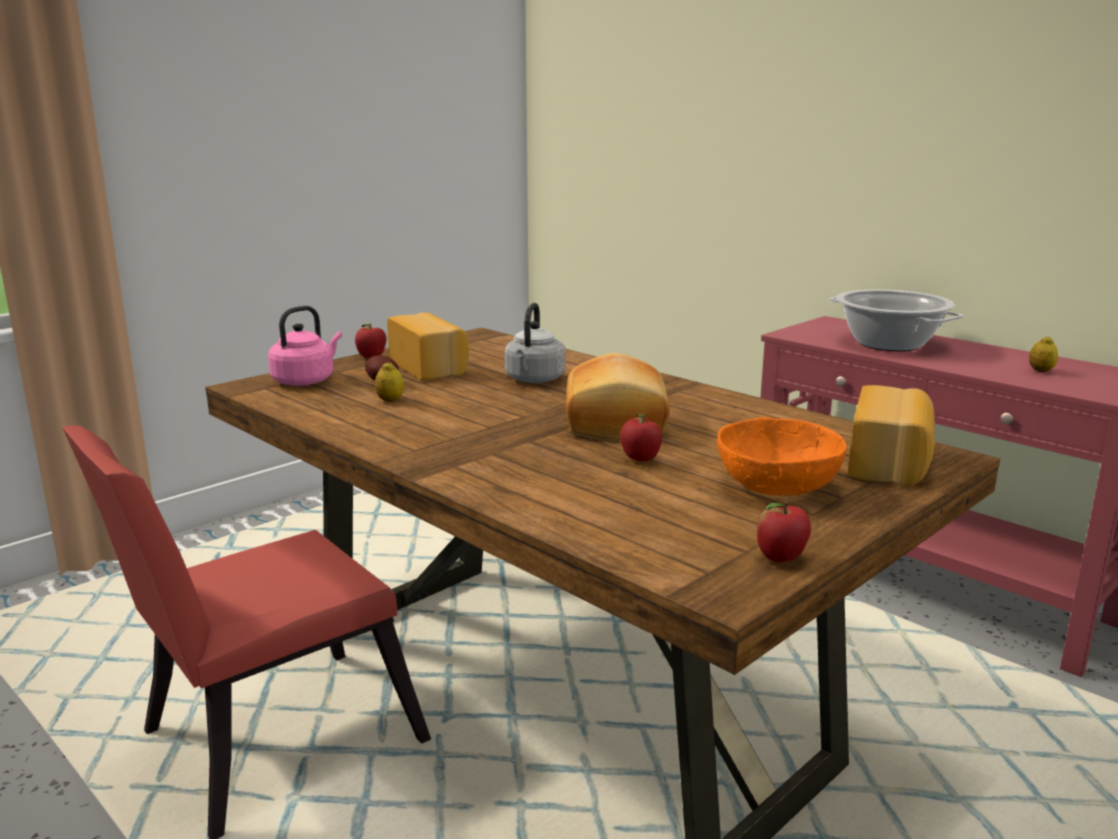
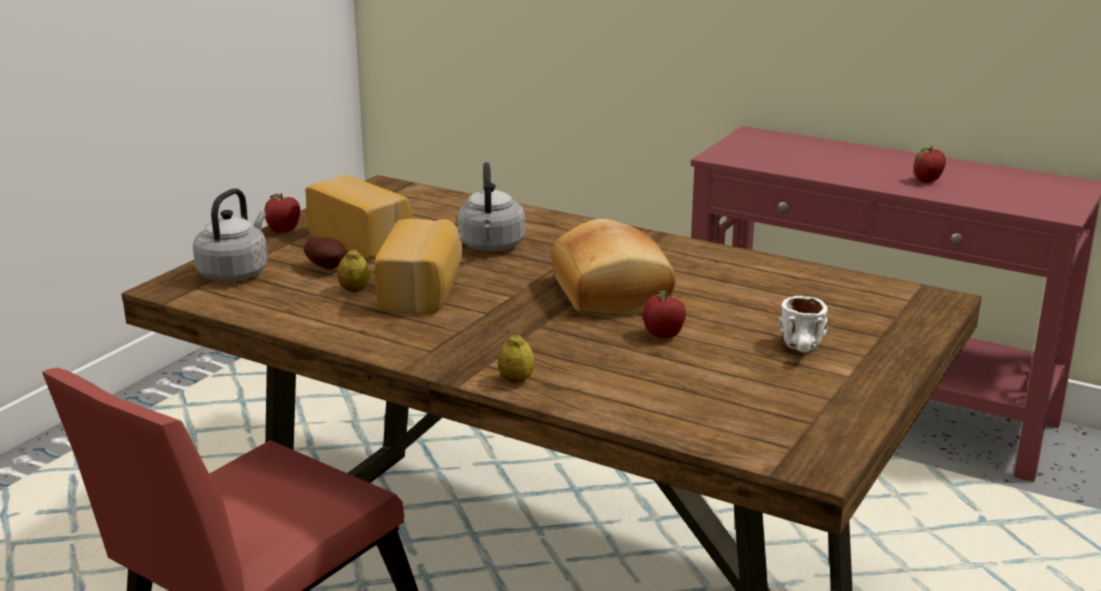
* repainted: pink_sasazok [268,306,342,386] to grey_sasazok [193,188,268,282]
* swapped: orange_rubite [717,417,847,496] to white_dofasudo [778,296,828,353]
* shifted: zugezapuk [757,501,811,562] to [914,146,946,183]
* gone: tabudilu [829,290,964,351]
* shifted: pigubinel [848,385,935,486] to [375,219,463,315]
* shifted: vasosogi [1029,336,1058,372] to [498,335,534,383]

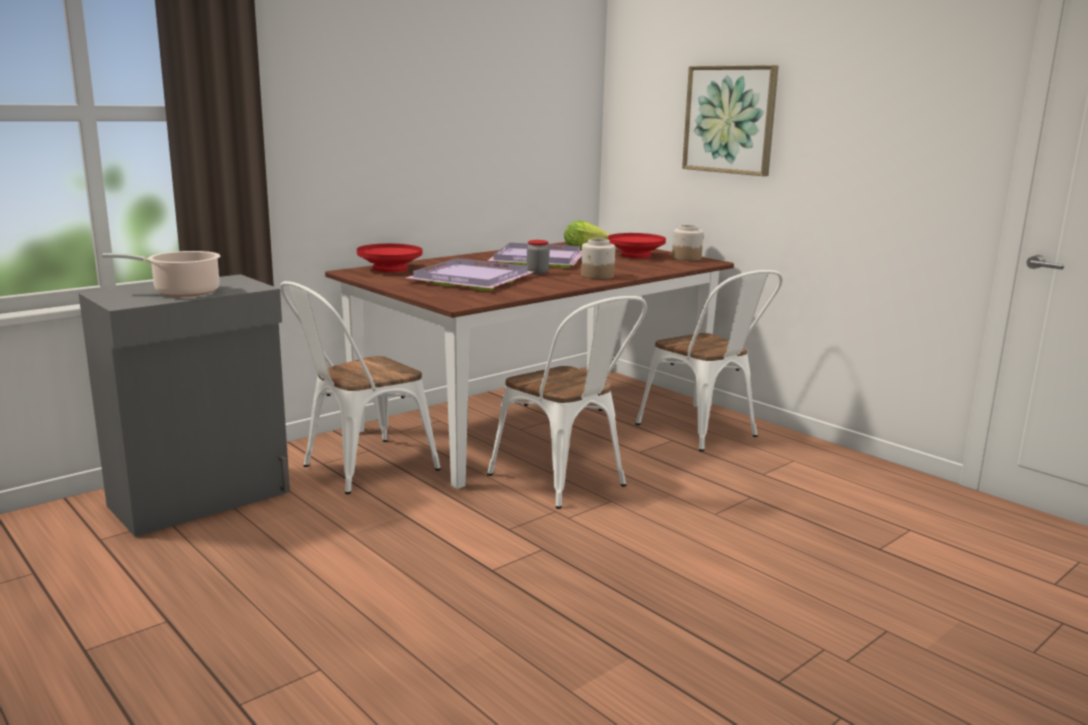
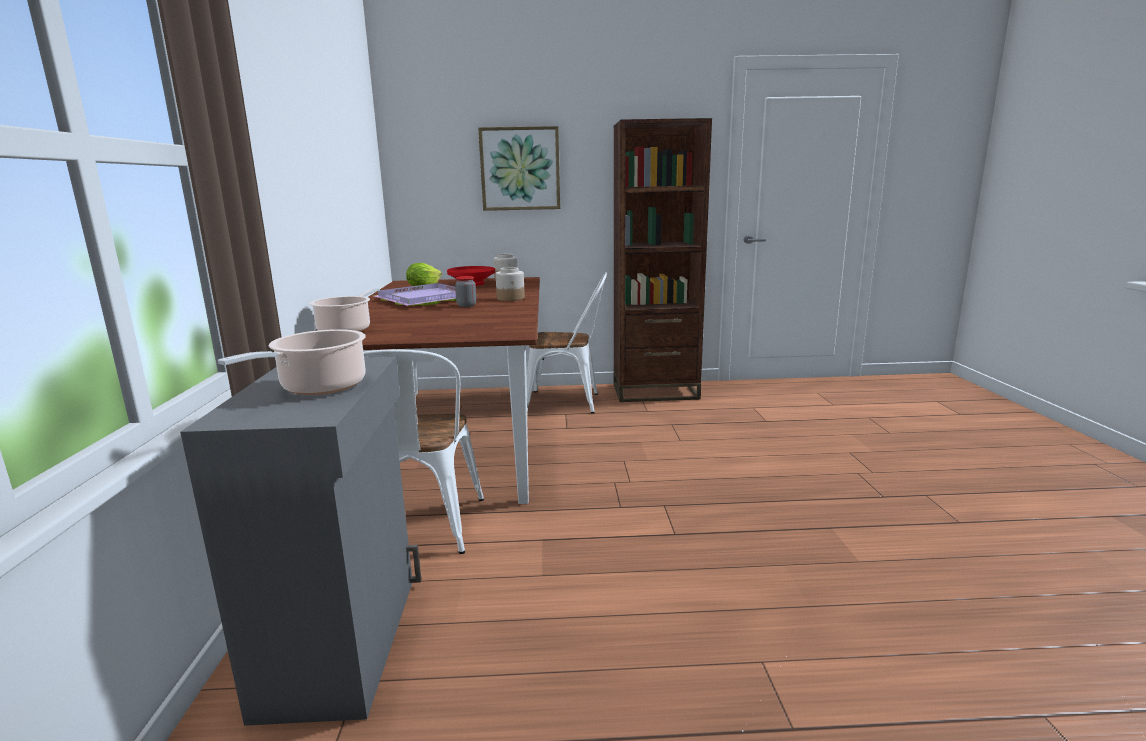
* swapped: red_rubite [357,244,422,273] to tabudilu [310,288,380,332]
* gone: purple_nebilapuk [406,258,533,290]
* gone: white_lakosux [487,296,647,509]
* new: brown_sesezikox [614,118,712,402]

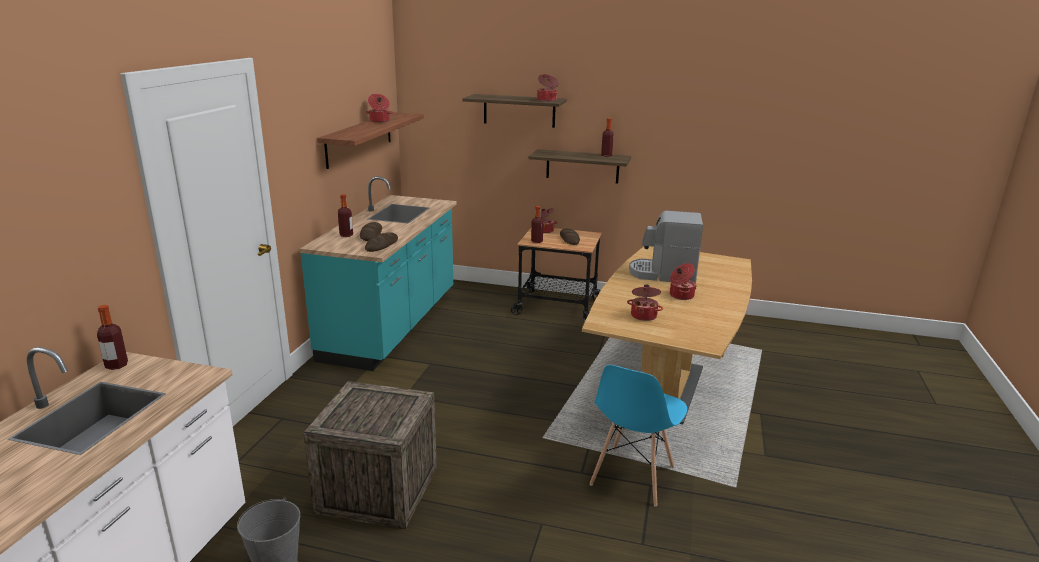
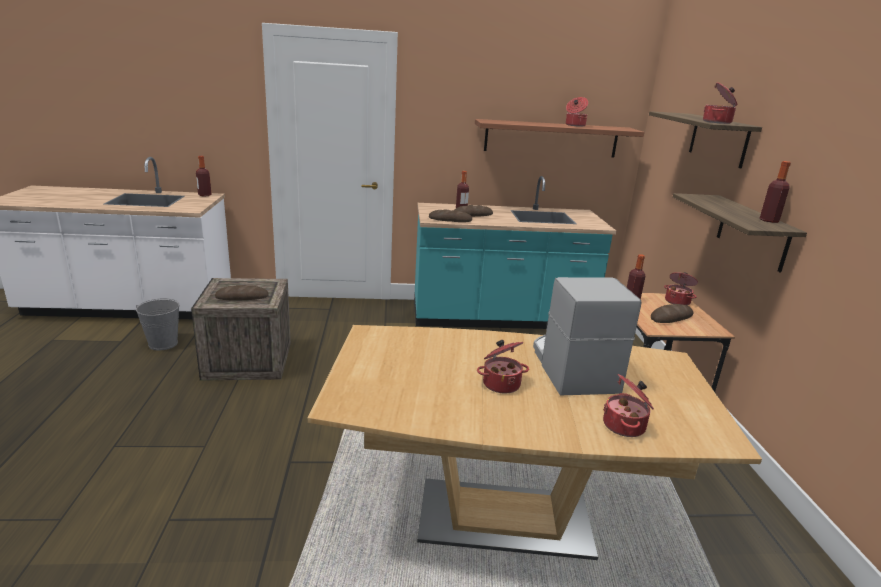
* gone: blue_lakosux [590,365,687,507]
* shifted: tabudilu [627,285,663,321] to [603,374,654,437]
* new: pigubinel [215,285,269,301]

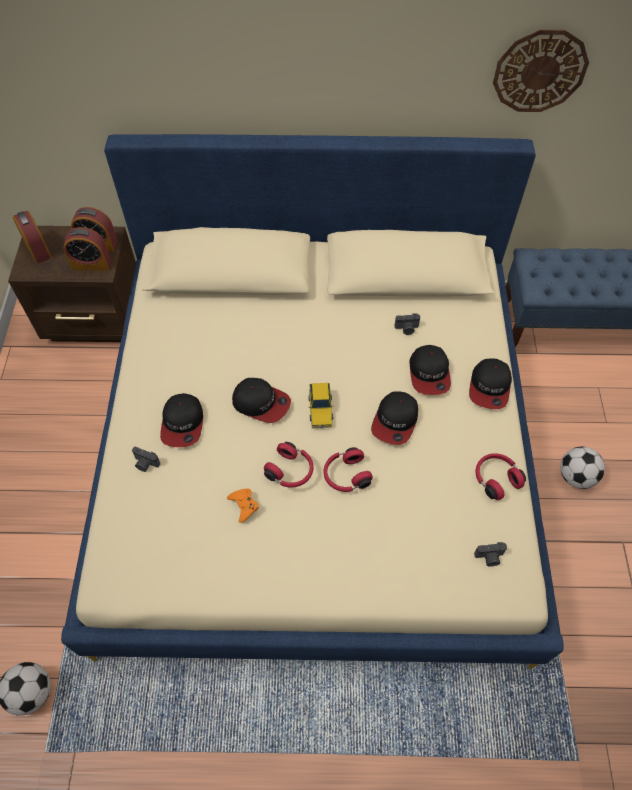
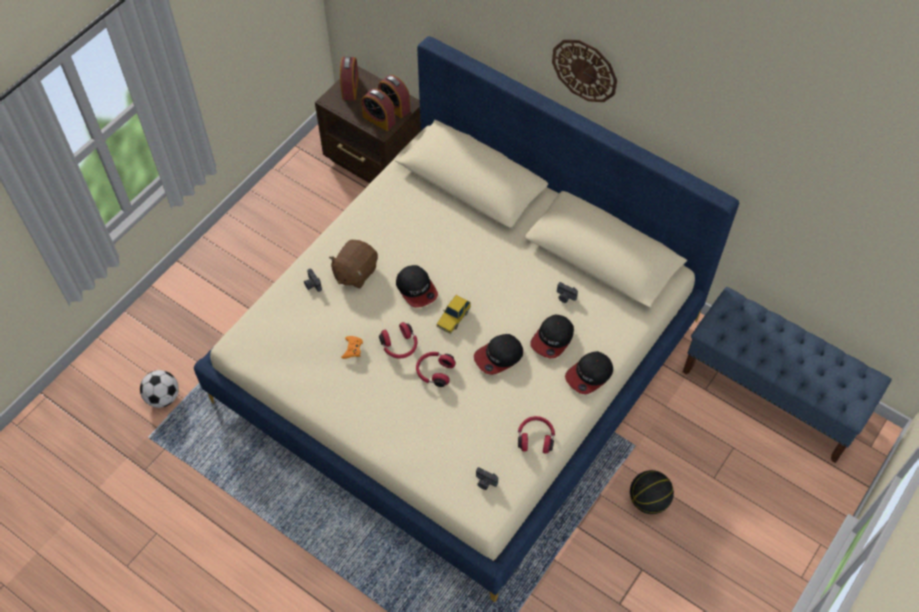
* swapped: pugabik [160,393,203,447] to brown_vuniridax [329,240,378,288]
* shifted: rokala [493,30,589,112] to [552,40,617,102]
* swapped: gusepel [560,447,605,489] to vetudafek [630,470,674,514]

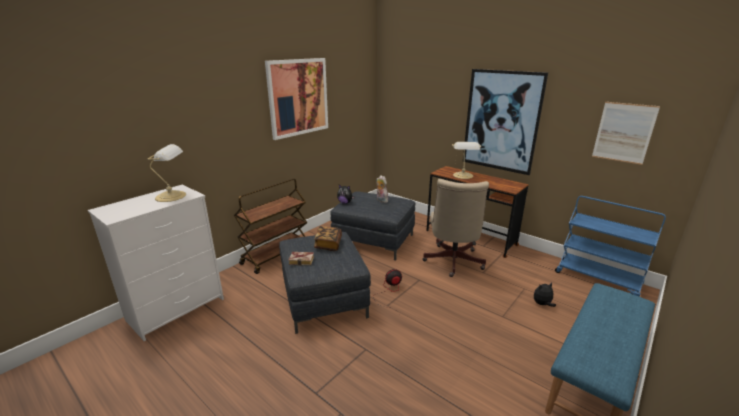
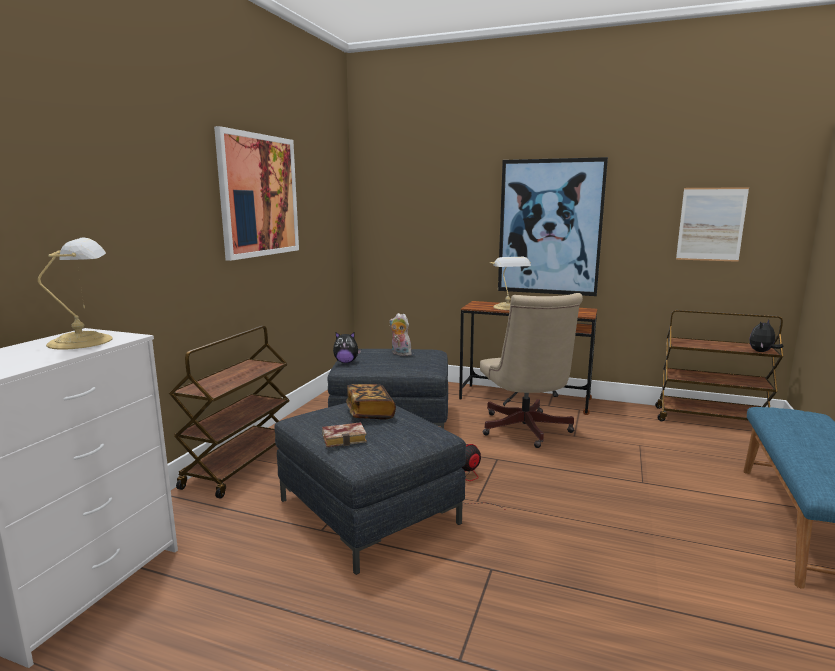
* shifted: vuniridax [534,283,556,307] to [749,319,784,352]
* repainted: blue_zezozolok [555,196,666,296] to brown_zezozolok [655,310,783,421]

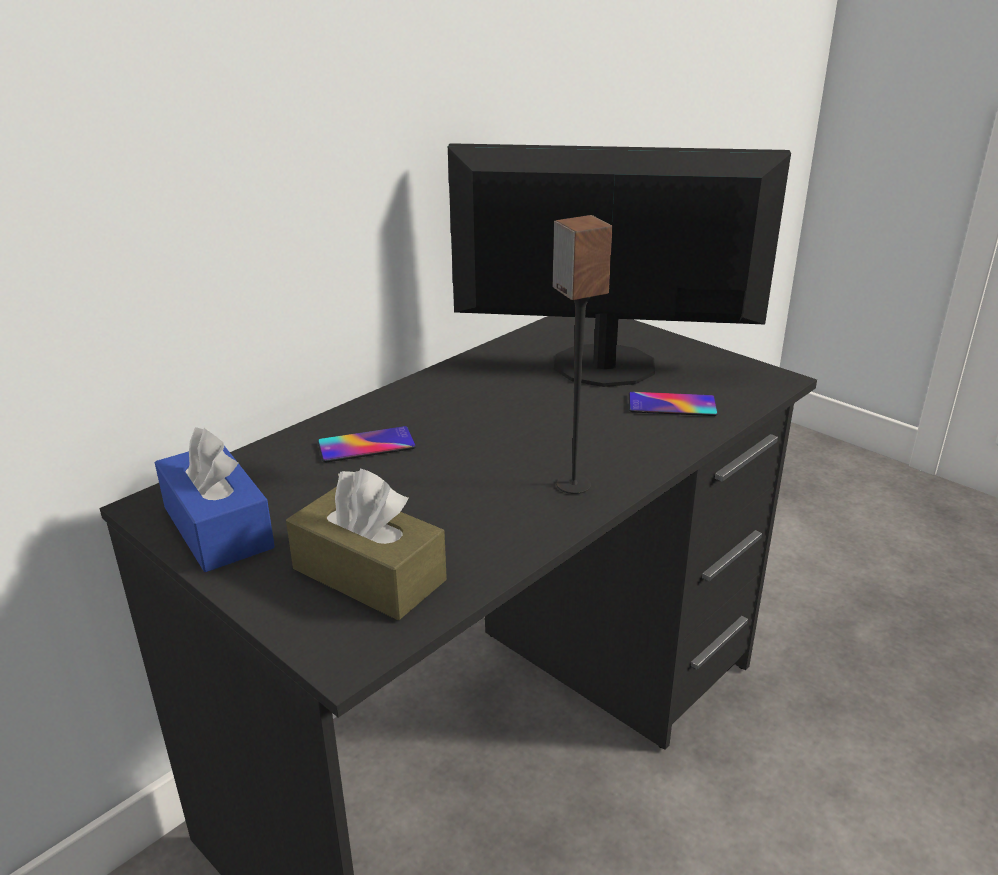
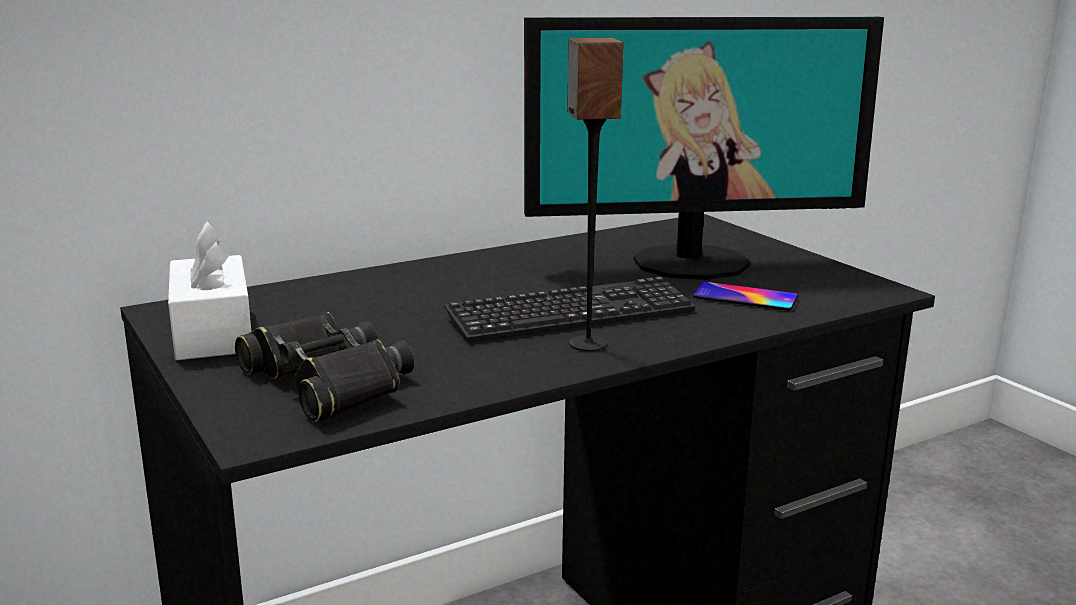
* repainted: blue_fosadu [155,427,275,572] to white_fosadu [168,221,252,360]
* swapped: brown_fosadu [286,469,447,620] to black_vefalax [235,312,414,422]
* gone: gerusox [318,426,416,462]
* rotated: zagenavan [448,143,791,387] = [524,17,884,280] 150 degrees clockwise
* new: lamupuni [444,276,695,343]

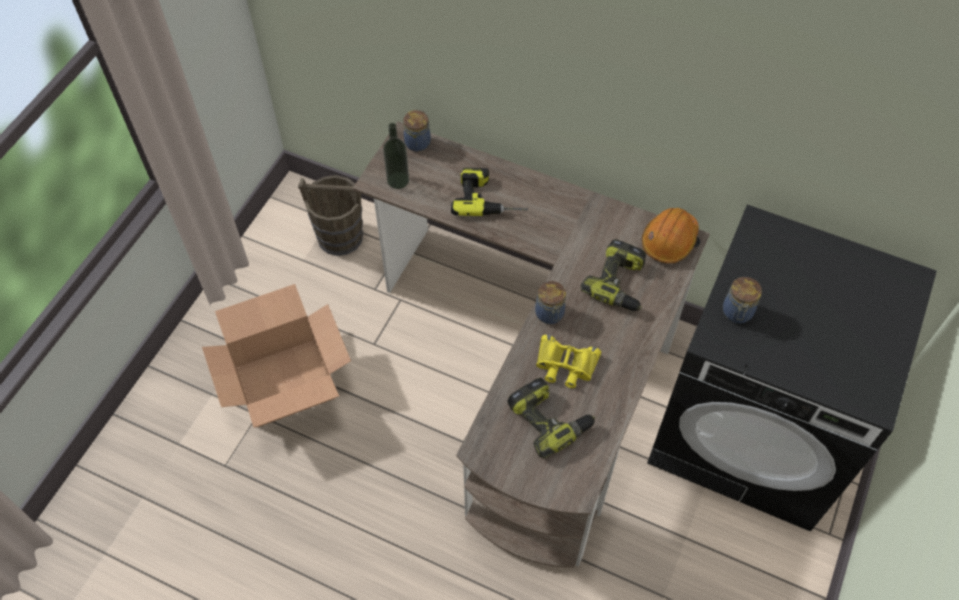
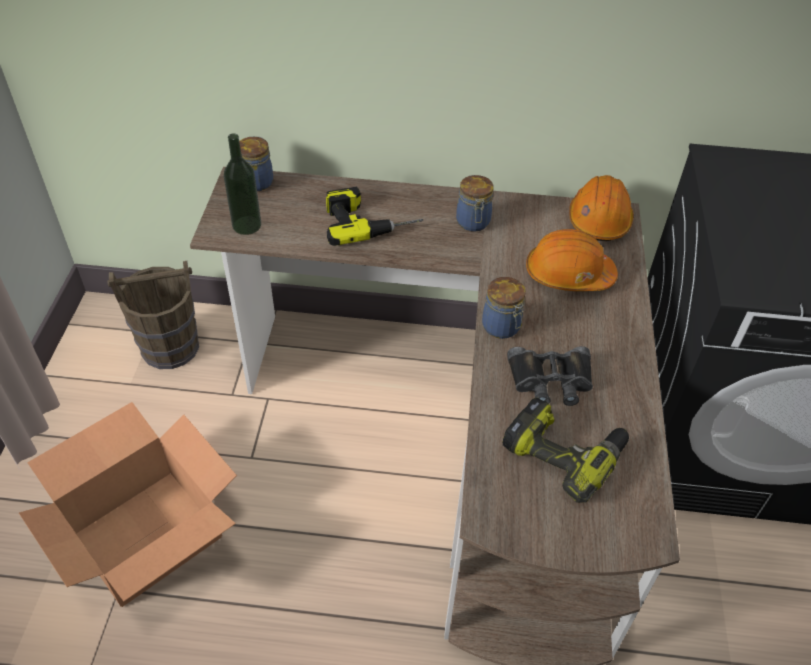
* repainted: yellow_vefalax [536,335,601,388] to black_vefalax [507,346,593,406]
* swapped: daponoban [581,239,646,311] to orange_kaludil [526,229,618,291]
* shifted: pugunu [723,277,762,323] to [456,175,493,232]

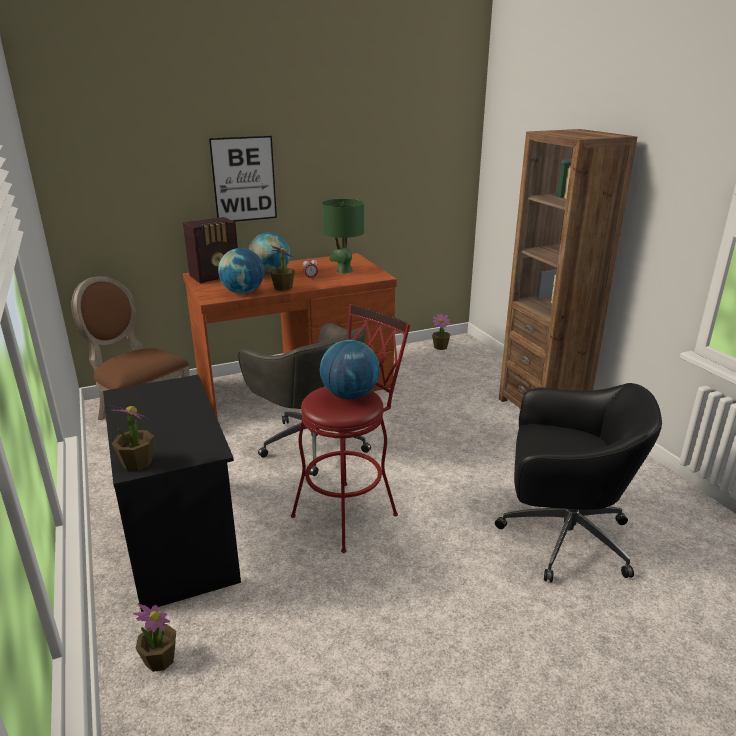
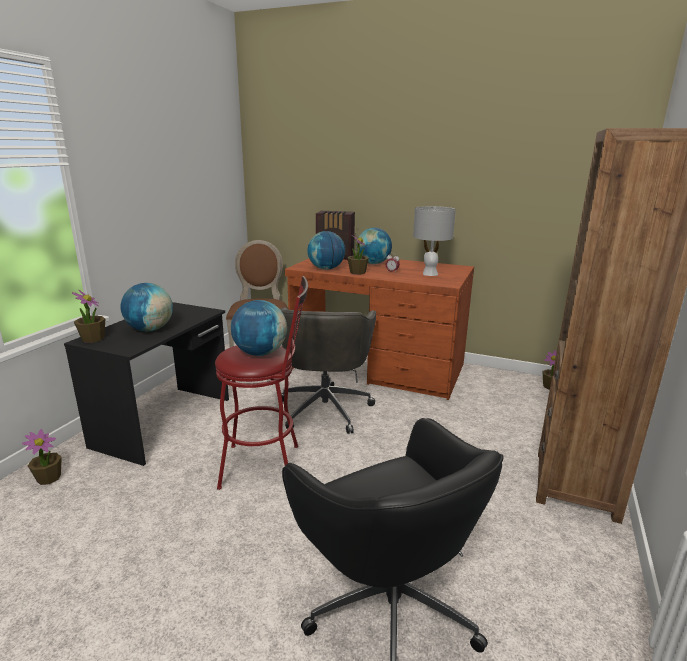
* gone: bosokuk [209,136,277,222]
* repainted: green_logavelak [322,199,364,274] to grey_logavelak [413,206,456,276]
* new: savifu [120,283,173,331]

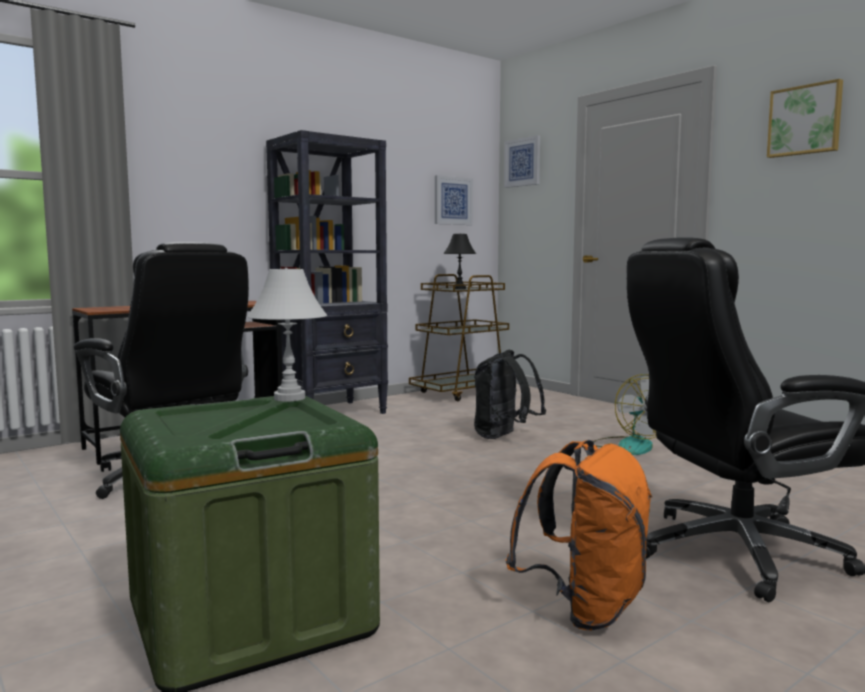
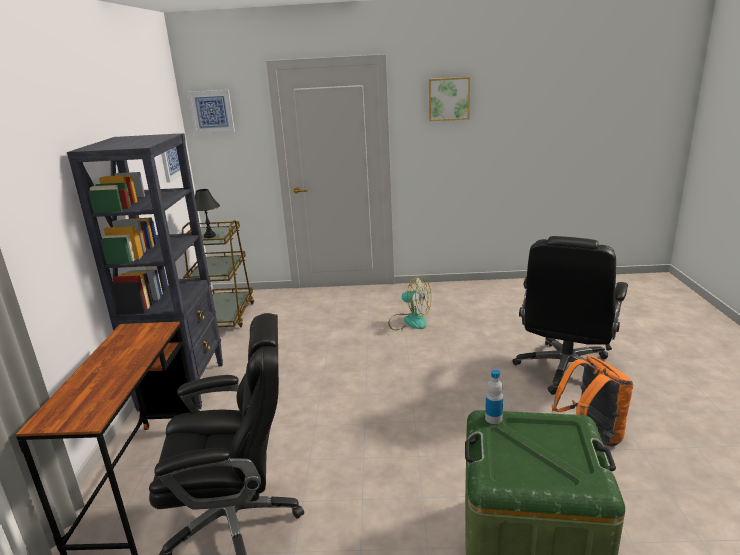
* swapped: white_logavelak [247,268,327,402] to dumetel [485,369,503,424]
* gone: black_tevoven [474,350,546,439]

